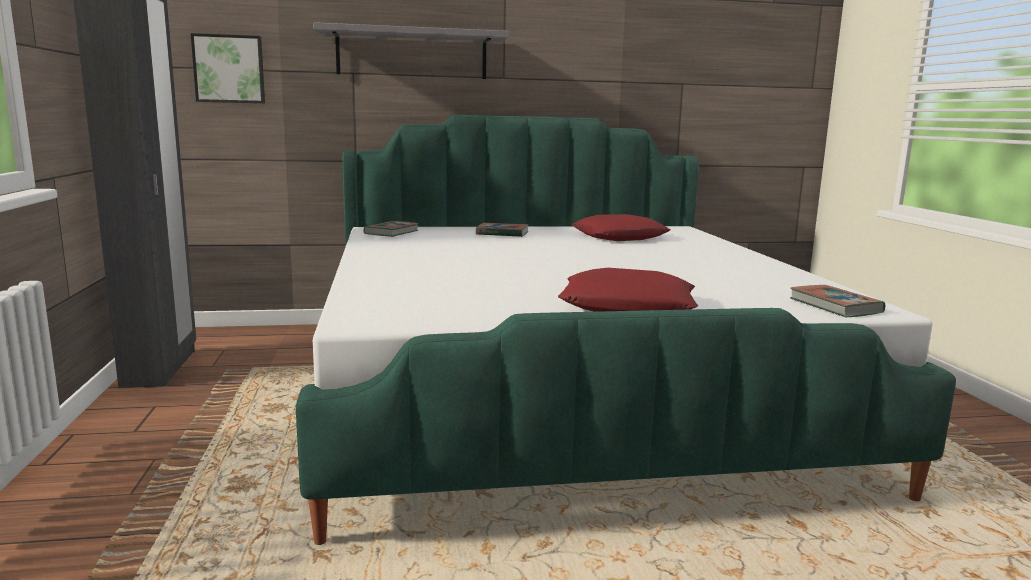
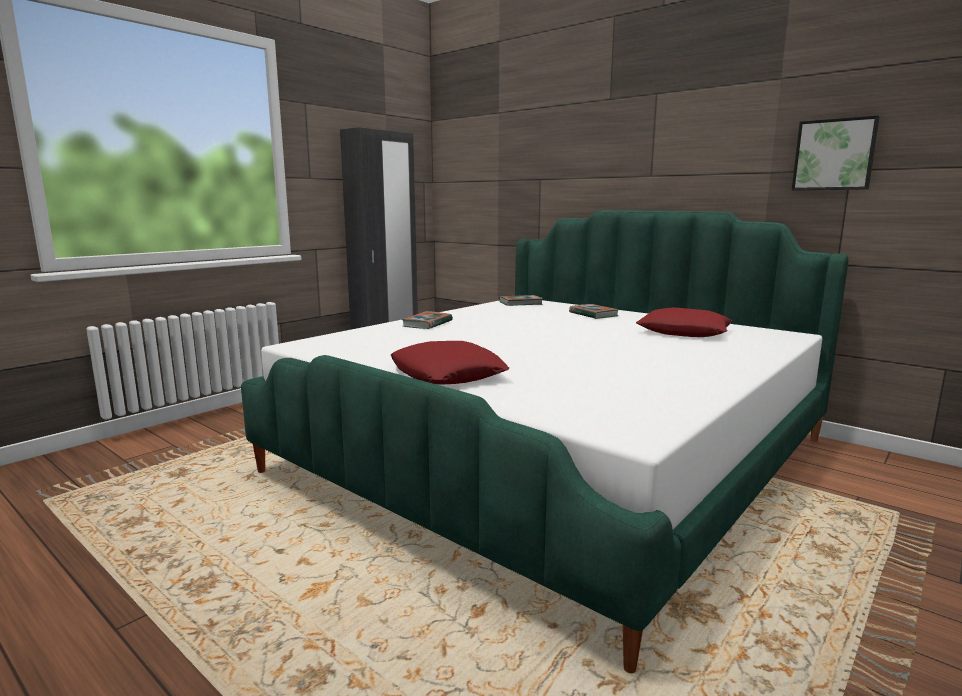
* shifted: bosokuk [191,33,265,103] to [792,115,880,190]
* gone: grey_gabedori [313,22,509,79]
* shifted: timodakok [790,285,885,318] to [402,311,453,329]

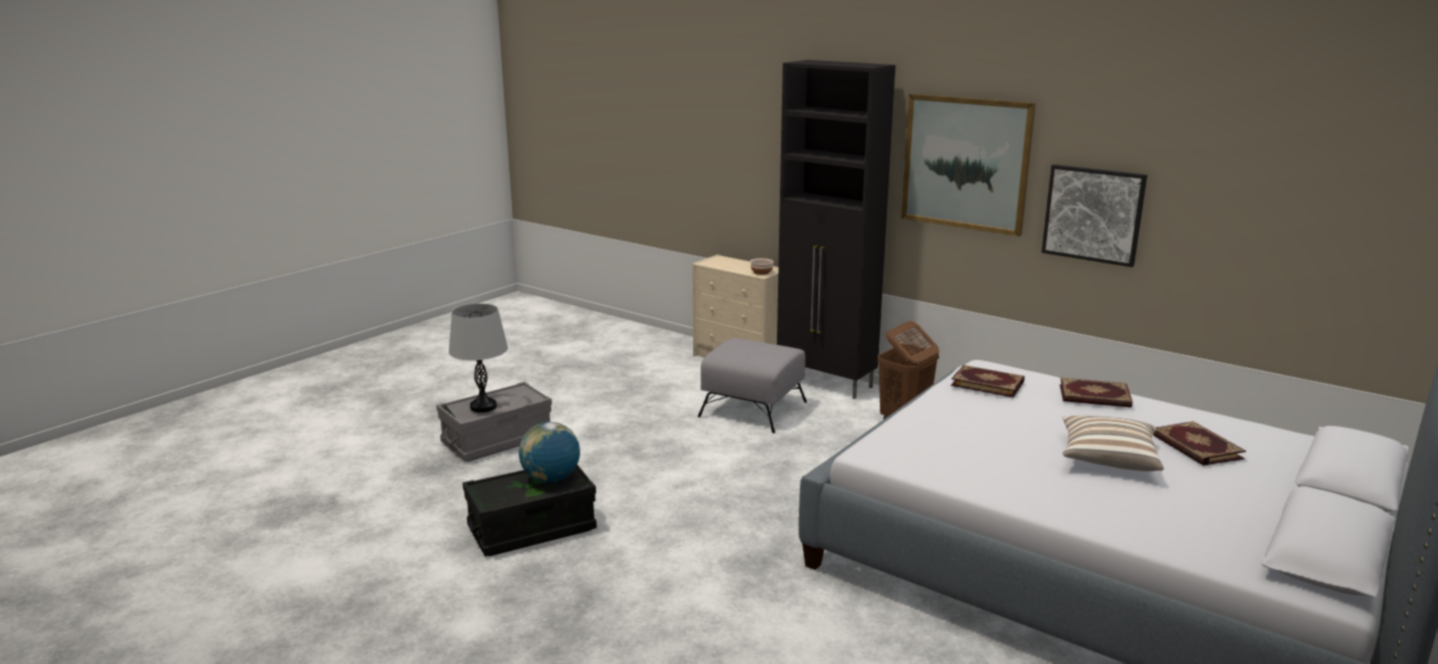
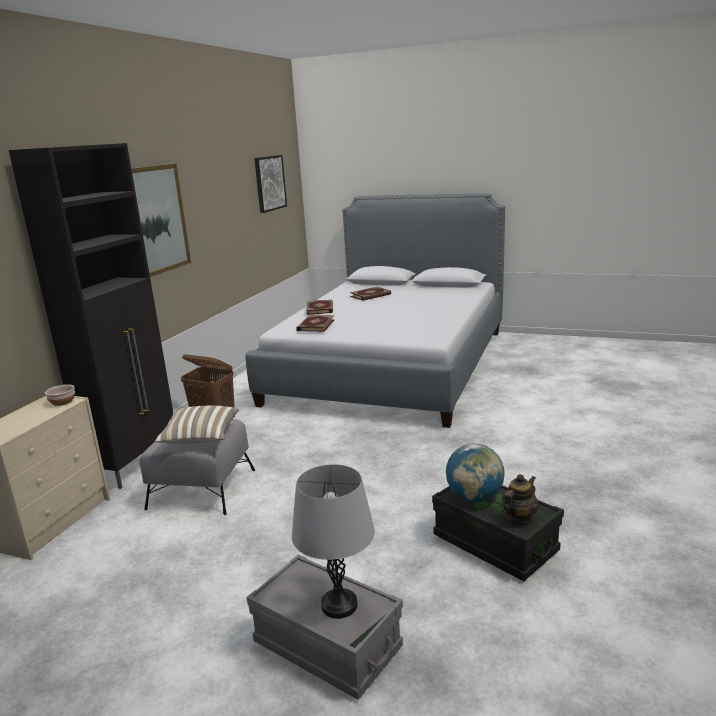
* shifted: bosokuk [1042,164,1147,267] to [254,155,287,213]
* shifted: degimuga [1063,416,1164,471] to [154,405,239,444]
* new: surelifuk [502,474,538,525]

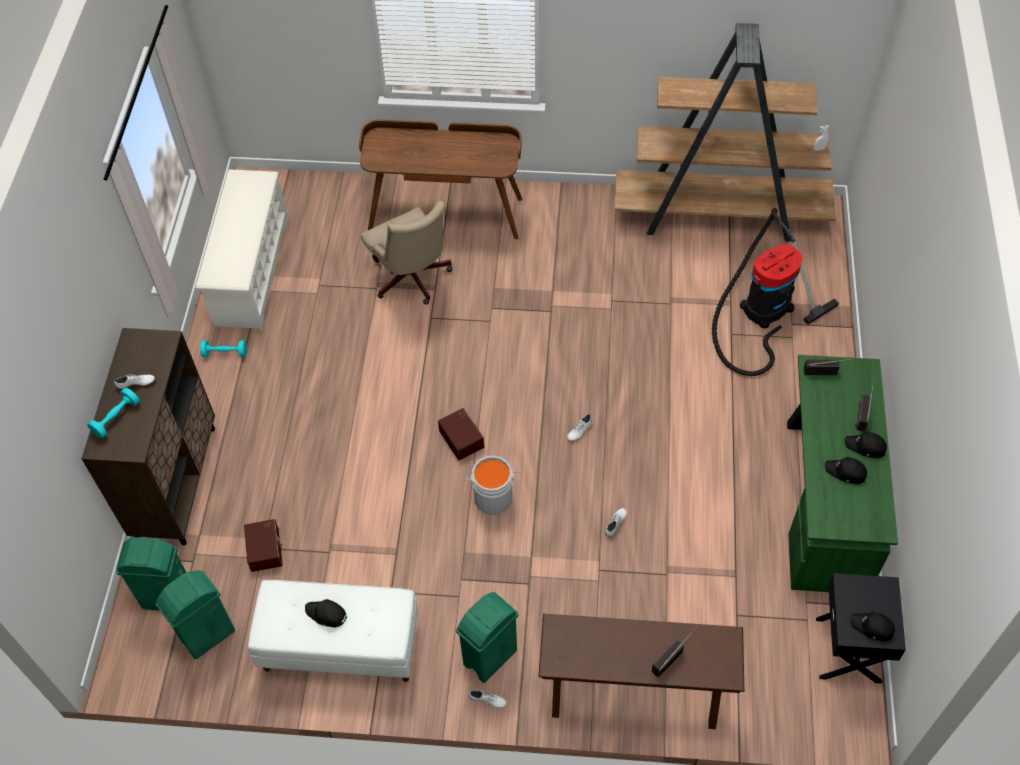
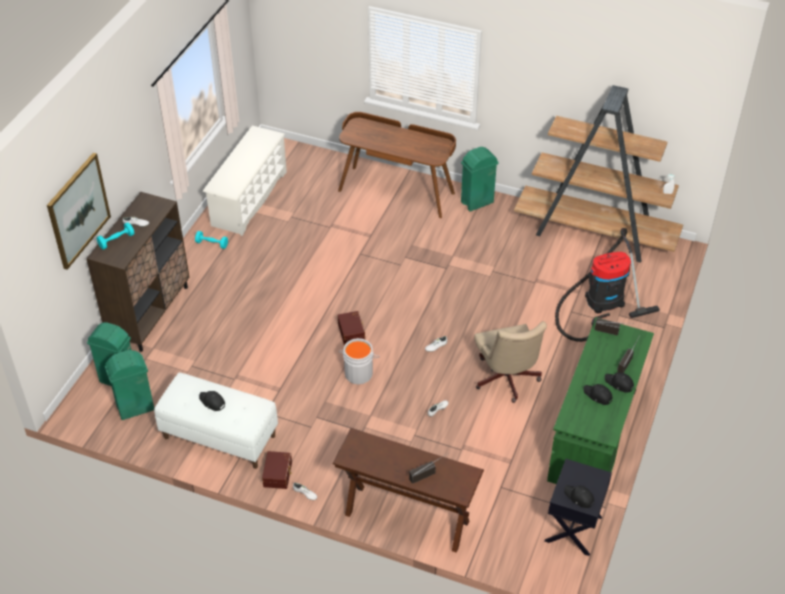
* shifted: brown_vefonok [244,519,283,572] to [262,451,292,489]
* shifted: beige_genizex [361,201,453,305] to [474,321,547,403]
* shifted: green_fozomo [456,592,519,683] to [461,147,498,212]
* new: bosokuk [47,153,111,270]

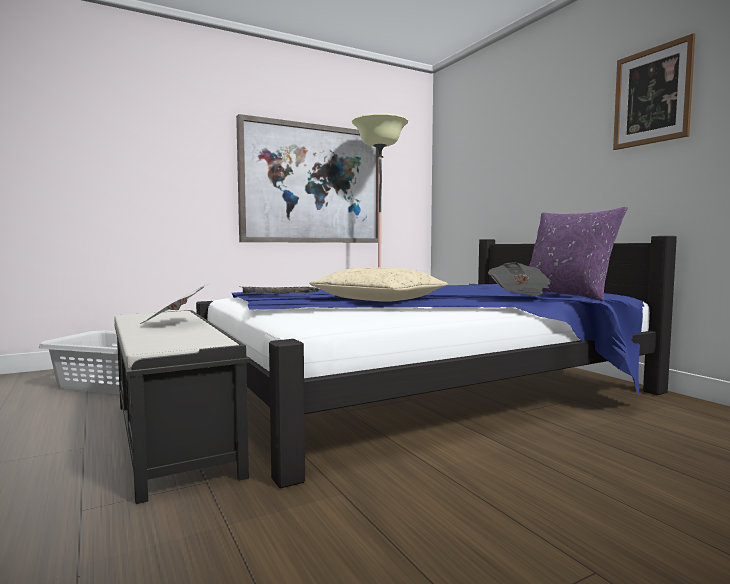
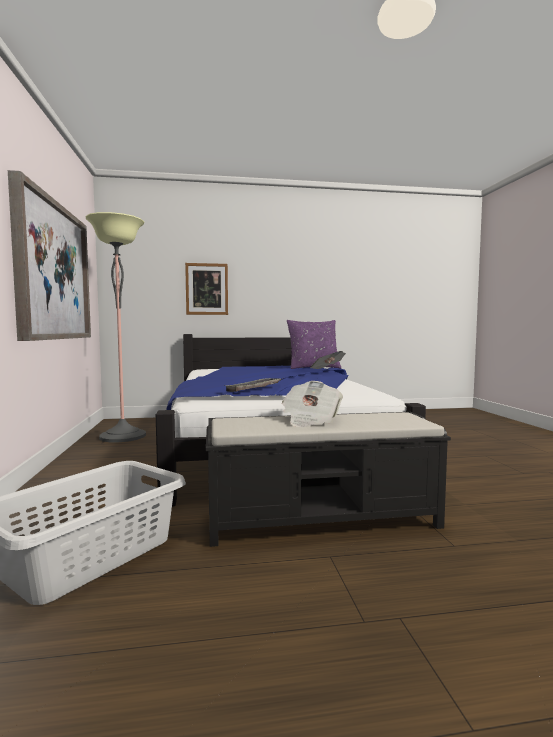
* gone: beige_degimuga [309,267,448,302]
* shifted: bosokuk [613,33,695,150] to [185,263,228,315]

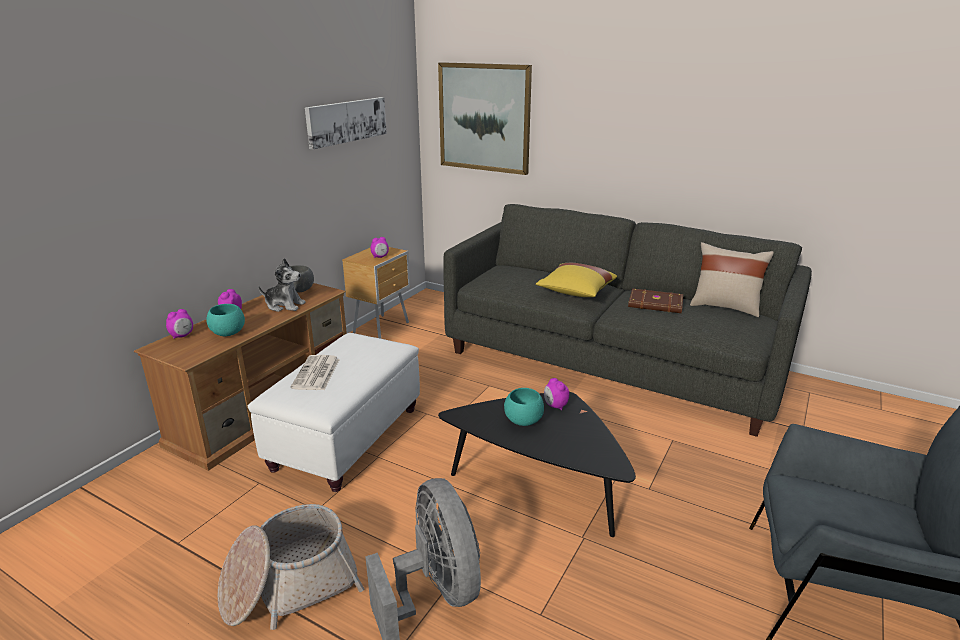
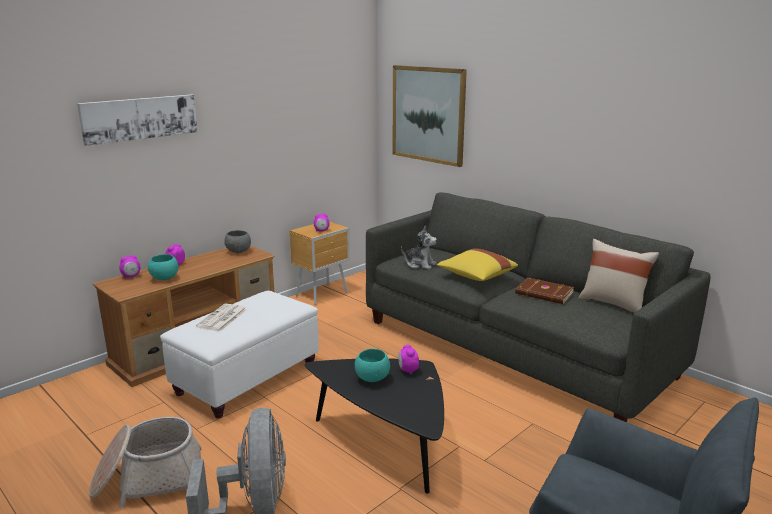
* shifted: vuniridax [258,258,306,312] to [401,226,437,269]
* shifted: bosokuk [305,97,387,149] to [77,95,197,146]

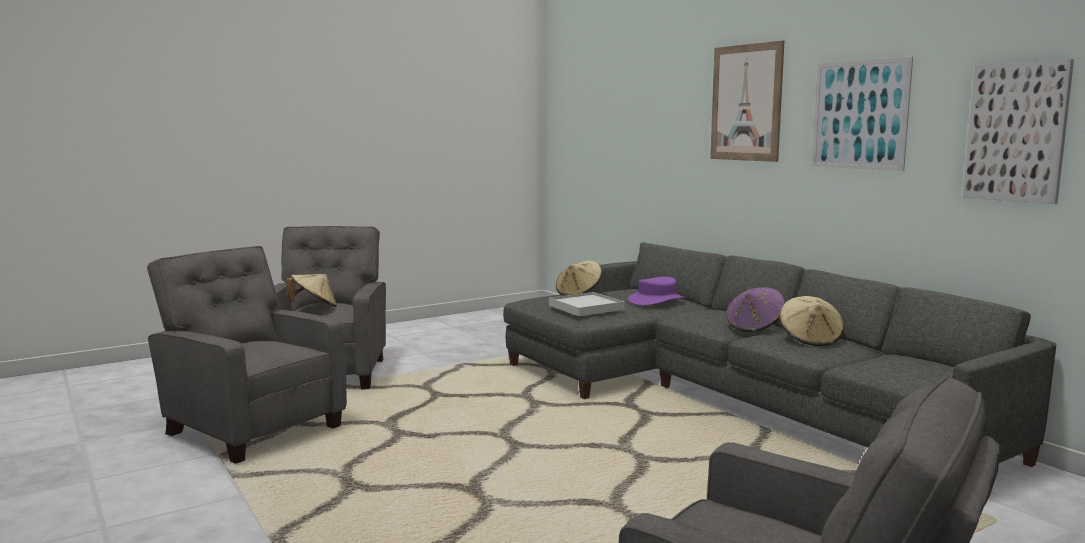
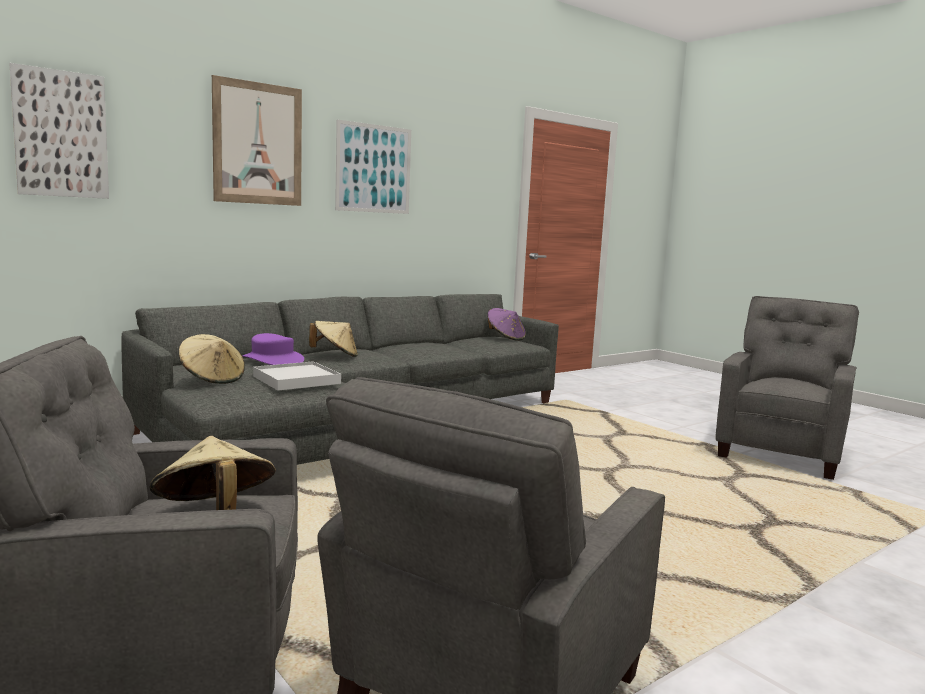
* shifted: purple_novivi [726,288,785,332] to [487,308,526,341]
* shifted: beige_novivi [780,296,844,346] to [309,321,358,357]
* shifted: bosokuk [963,59,1074,204] to [10,63,109,199]

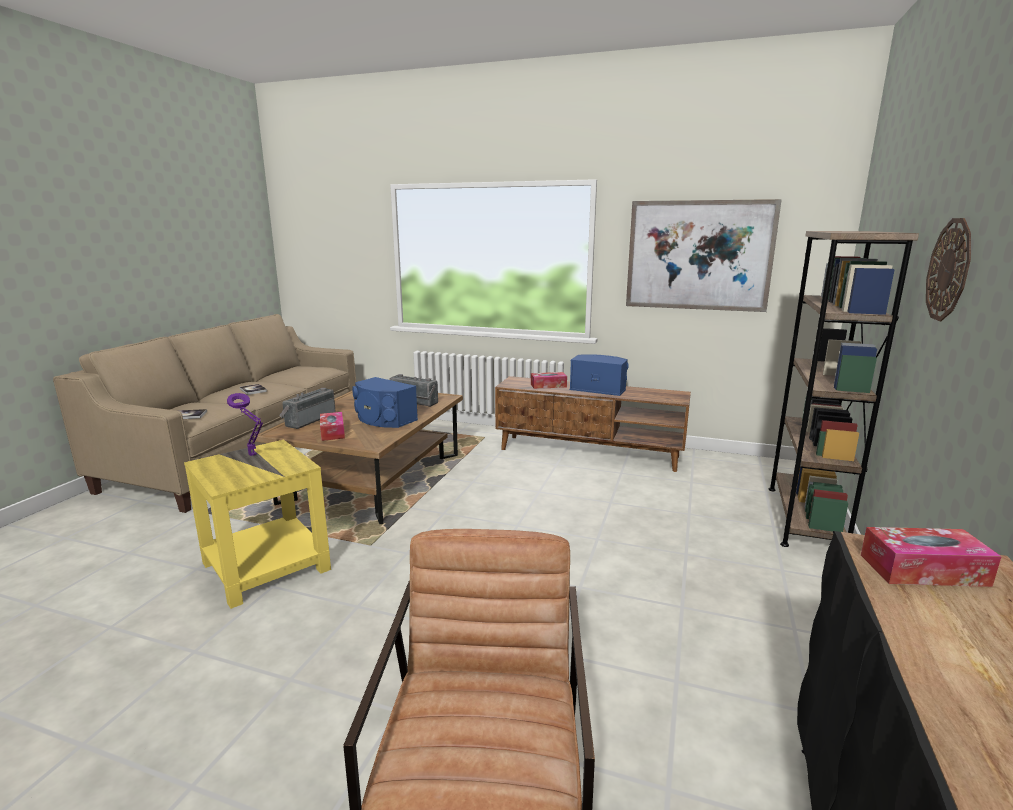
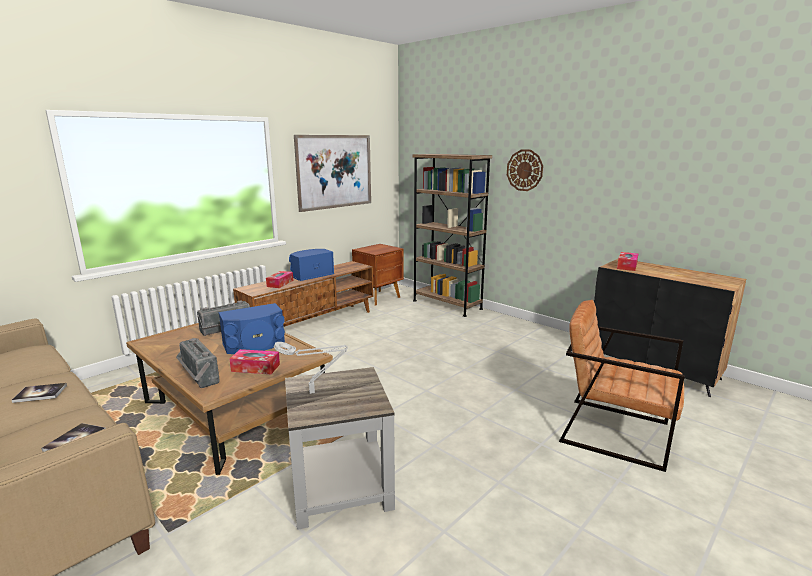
* repainted: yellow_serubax [184,440,331,609] to grey_serubax [285,367,395,530]
* repainted: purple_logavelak [227,393,263,456] to grey_logavelak [274,342,348,394]
* new: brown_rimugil [352,244,404,306]

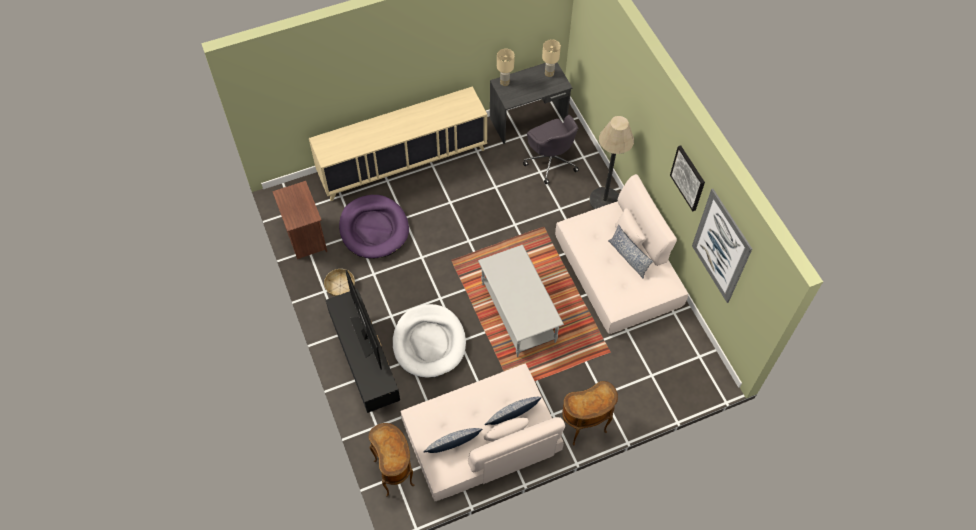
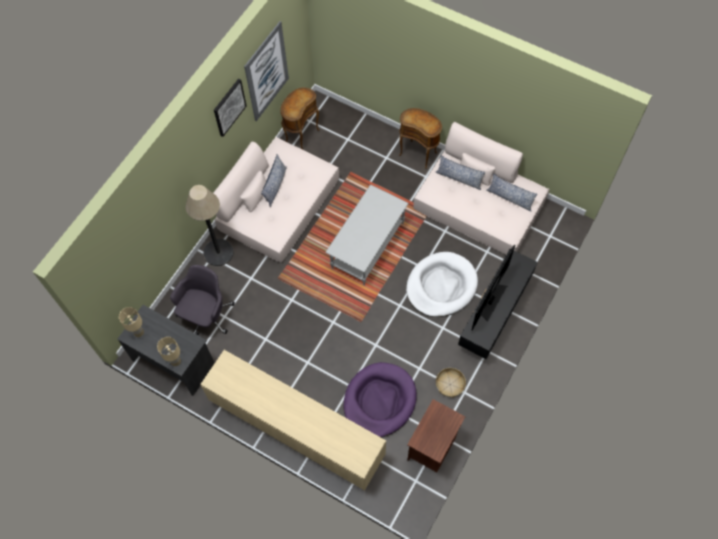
* shifted: brown_serubax [369,423,414,497] to [281,87,319,150]

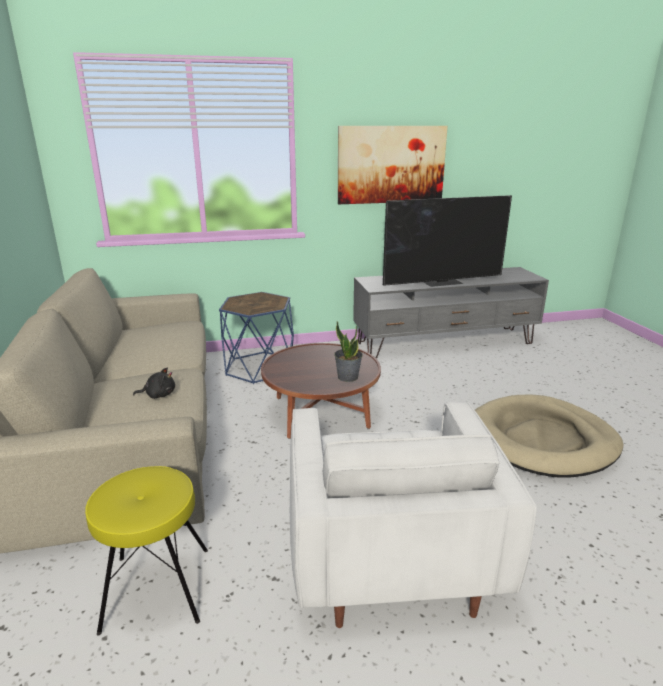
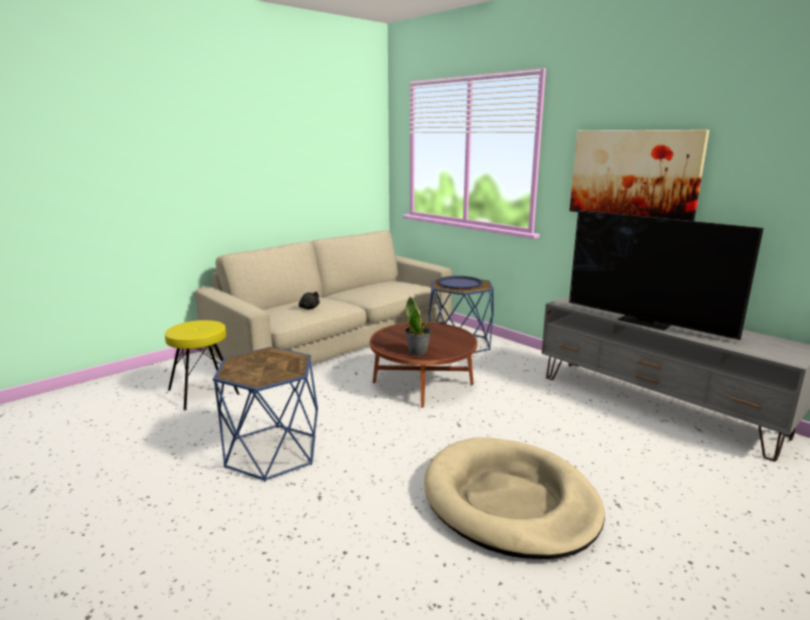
* swapped: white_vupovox [290,402,537,628] to blue_serubax [213,347,318,482]
* new: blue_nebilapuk [437,276,483,289]

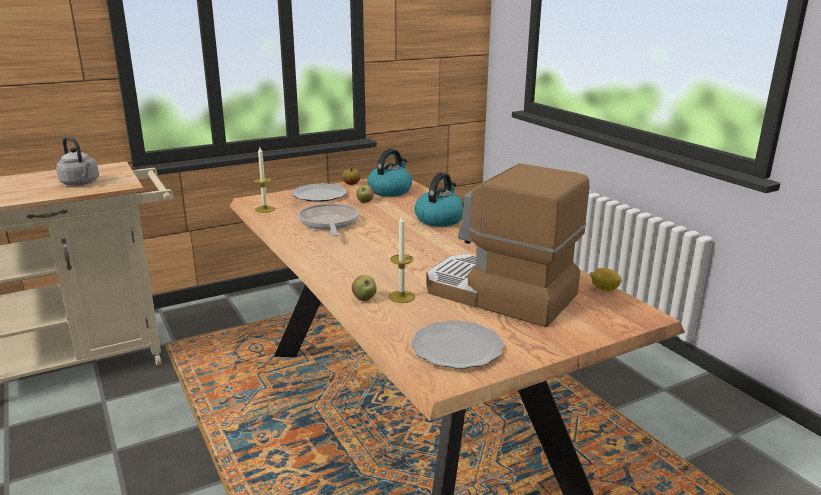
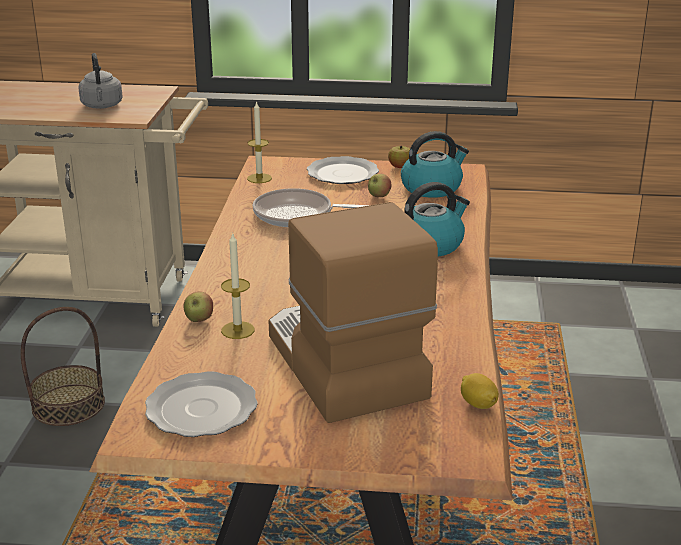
* rotated: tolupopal [298,203,359,236] = [253,188,369,227] 105 degrees counterclockwise
* new: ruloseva [21,307,105,426]

